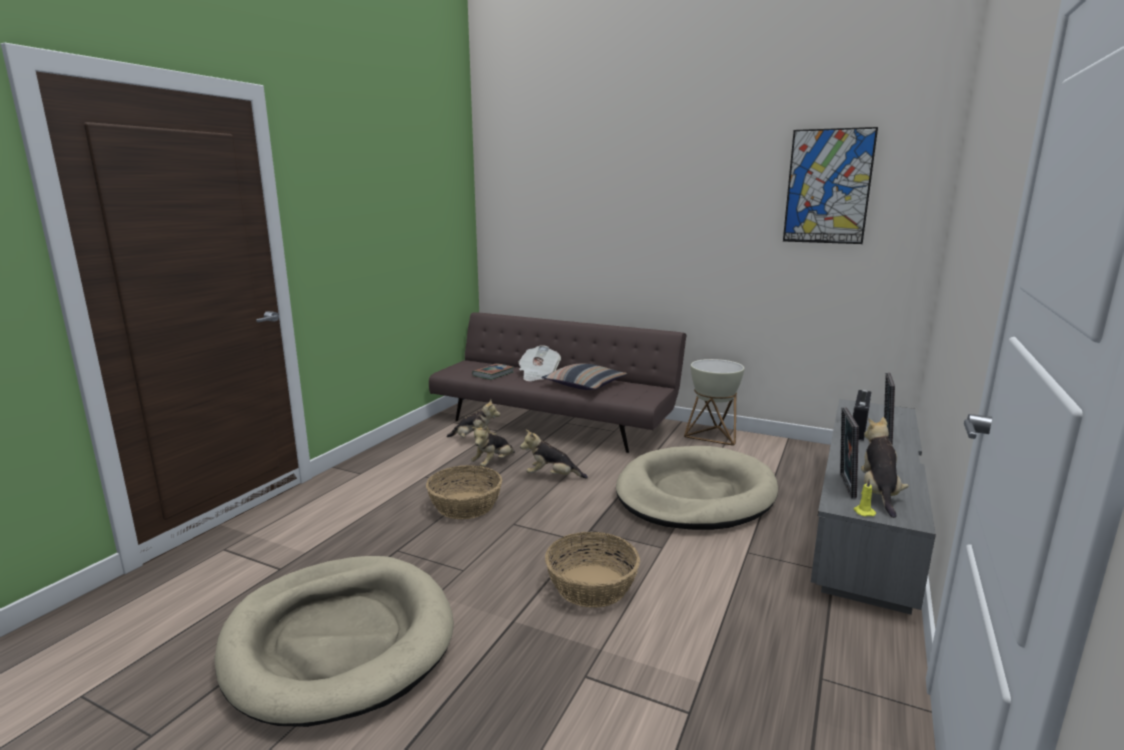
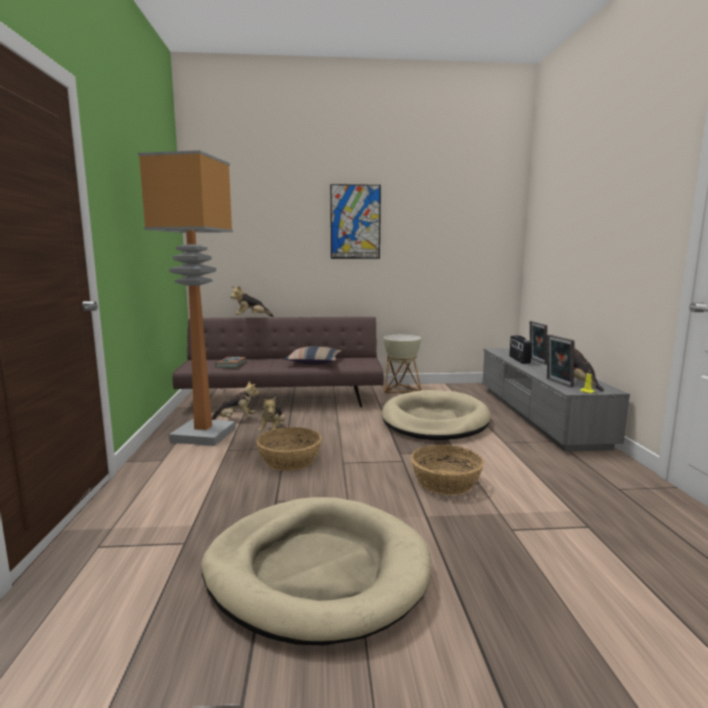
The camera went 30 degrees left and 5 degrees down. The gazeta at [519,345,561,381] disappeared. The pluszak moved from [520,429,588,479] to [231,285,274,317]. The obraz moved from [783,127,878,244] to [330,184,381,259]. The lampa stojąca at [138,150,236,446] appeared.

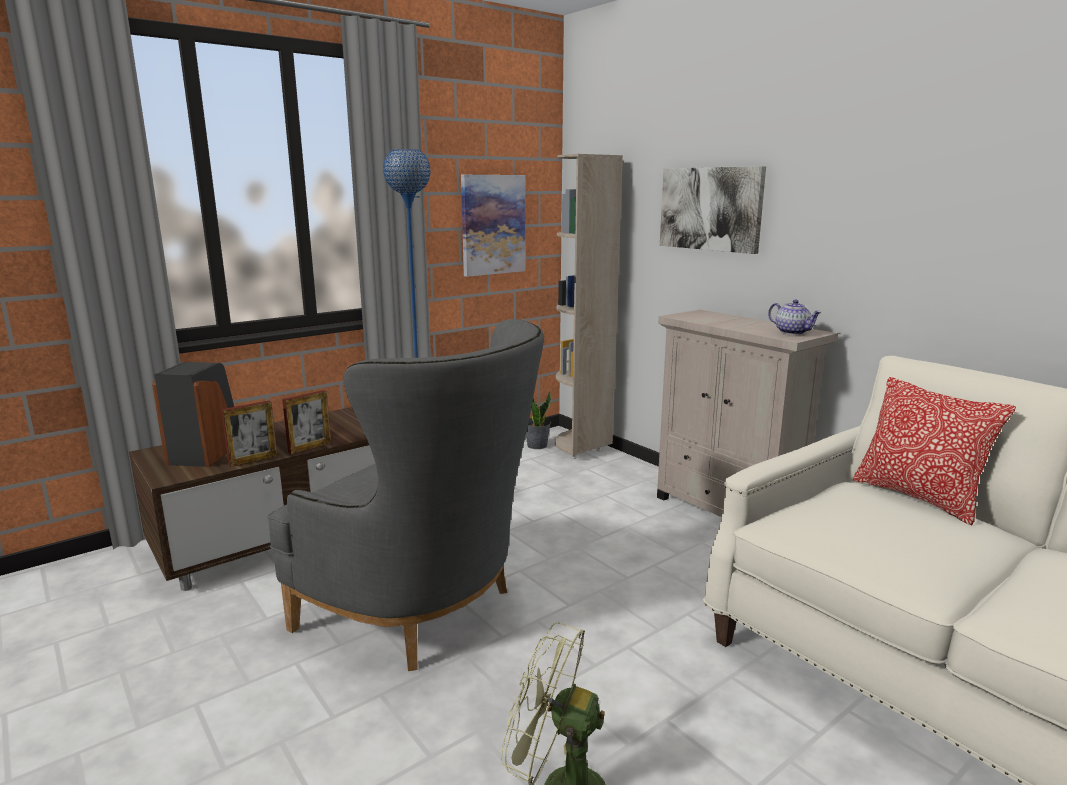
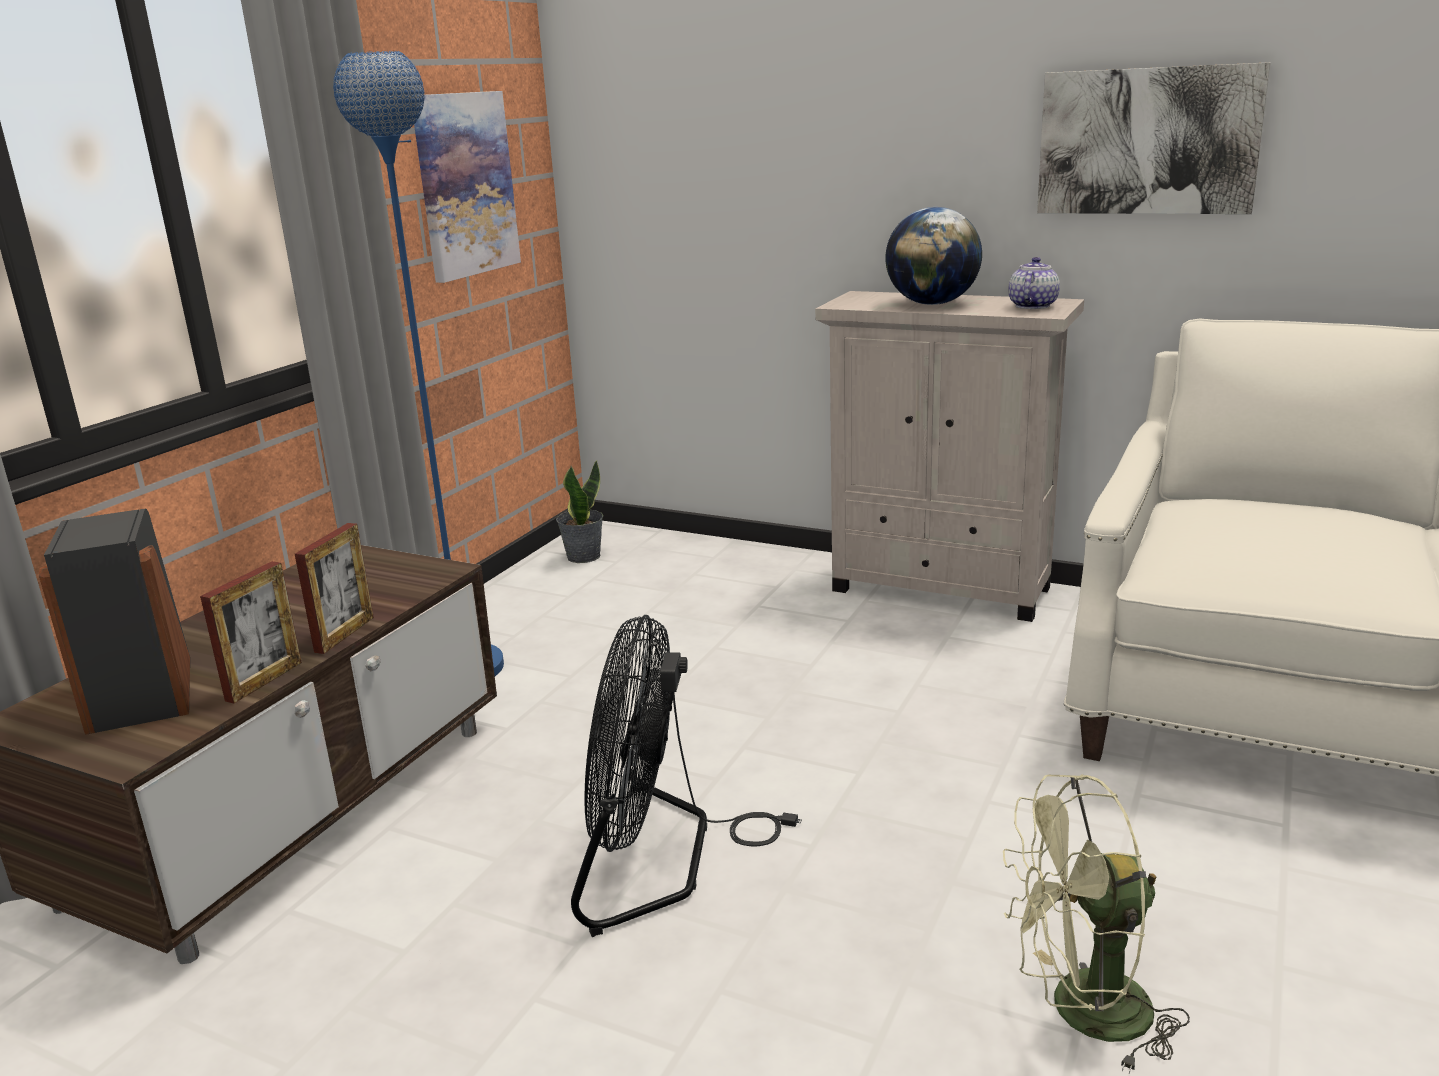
The camera went 25 degrees left and 5 degrees up. The fotel [szary] at [267,319,544,671] was replaced by the wentylator [czarny] at [571,615,802,937]. The regał [beżowy] at [555,154,623,459] disappeared. The obraz moved from [660,166,766,254] to [1037,62,1271,214]. The imbryk at [768,300,822,335] turned 90 degrees counterclockwise. The poduszka at [853,377,1016,525] disappeared. The globus at [885,207,982,305] appeared.

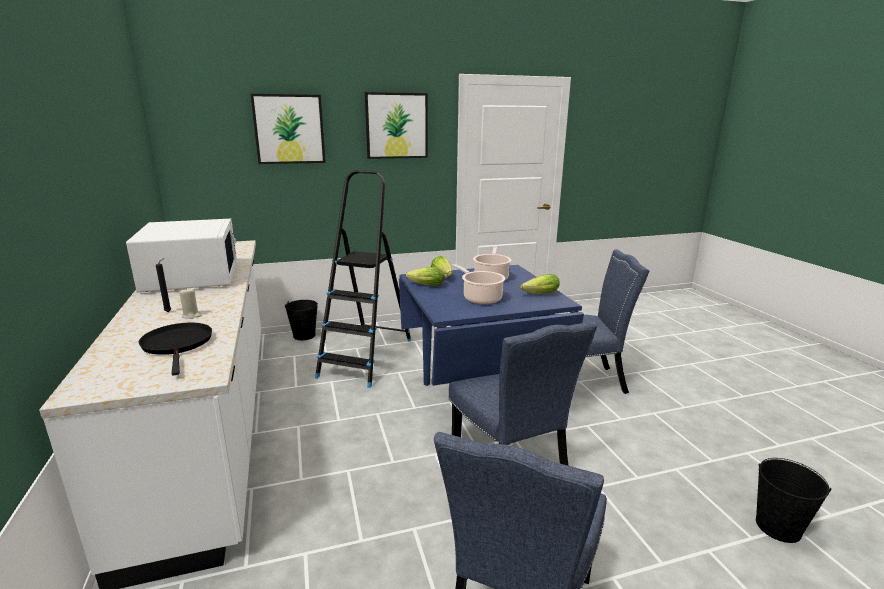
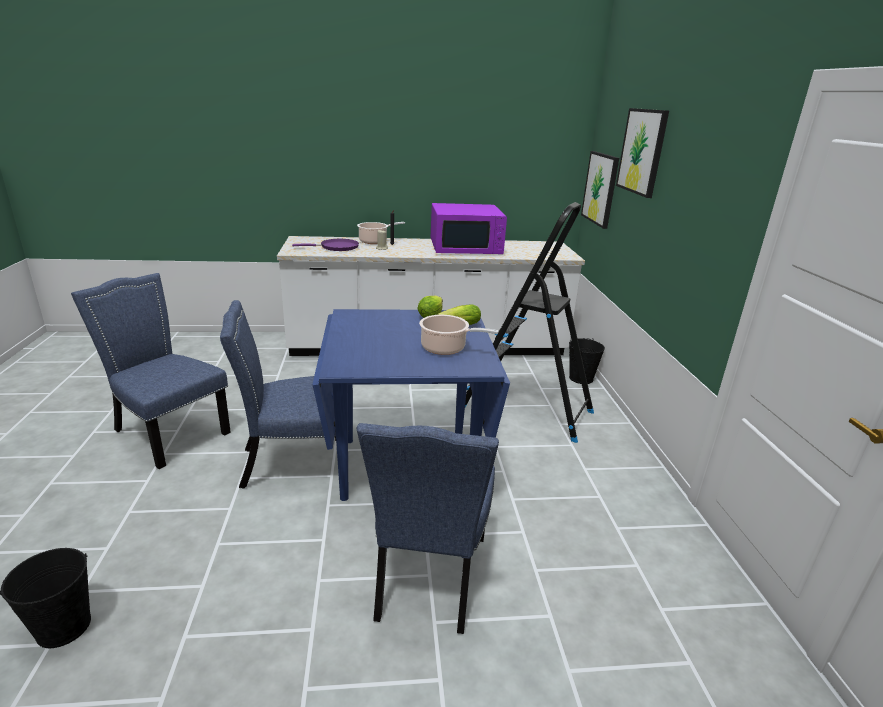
The camera went 100 degrees right and 5 degrees up. The mikrofalówka [biały] at [126,219,237,292] became the mikrofalówka [fioletowy] at [431,203,507,254]. The patelnia [czarny] at [139,323,212,376] became the patelnia [fioletowy] at [292,239,359,251]. The obraz moved from [365,92,428,159] to [581,151,619,229]. The garnek moved from [452,264,505,304] to [357,222,405,244]. The sałata at [520,274,560,294] disappeared.

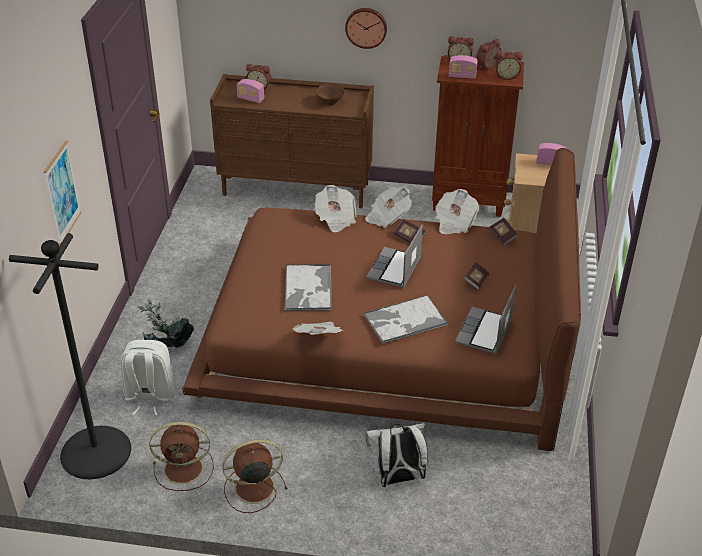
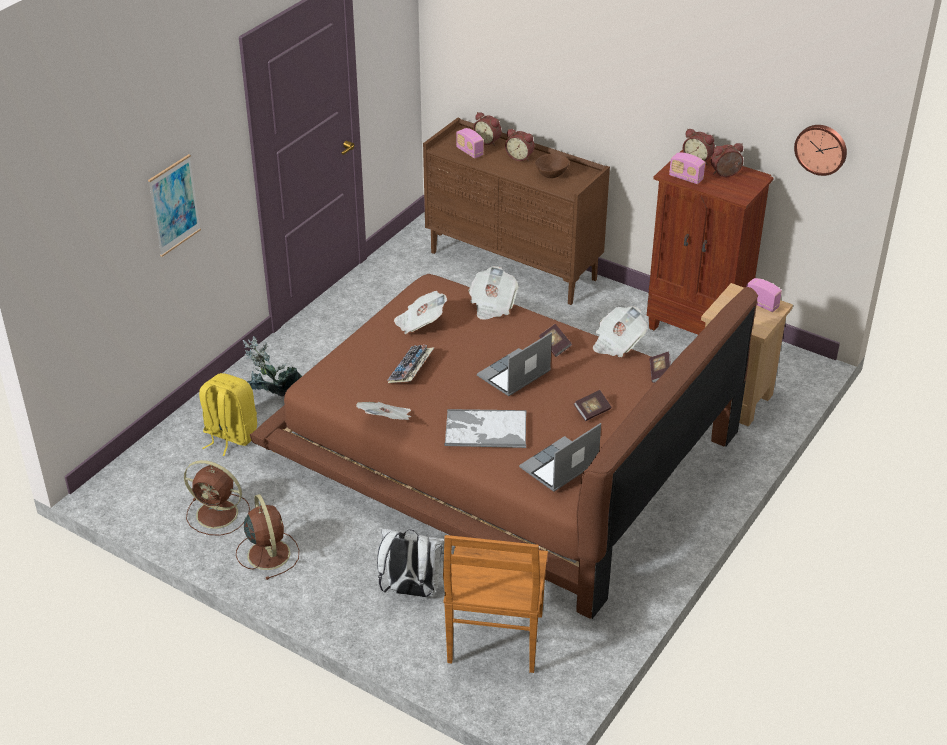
The camera went 25 degrees right and 0 degrees up. The wieszak [czarny] at [9,233,131,479] disappeared. The plecak [biały] at [121,340,175,416] became the plecak [żółty] at [199,373,257,456]. The wentylator [brązowy] at [222,440,288,513] turned 60 degrees clockwise. The taca at [285,264,332,311] was replaced by the klawiatura at [387,344,435,383]. The zegar ścienny moved from [345,8,387,49] to [794,125,847,176]. The gazeta moved from [365,187,412,228] to [394,291,447,334]. The budzik moved from [496,51,523,80] to [505,129,535,161]. The krzesło [brązowy] at [443,535,548,673] appeared.

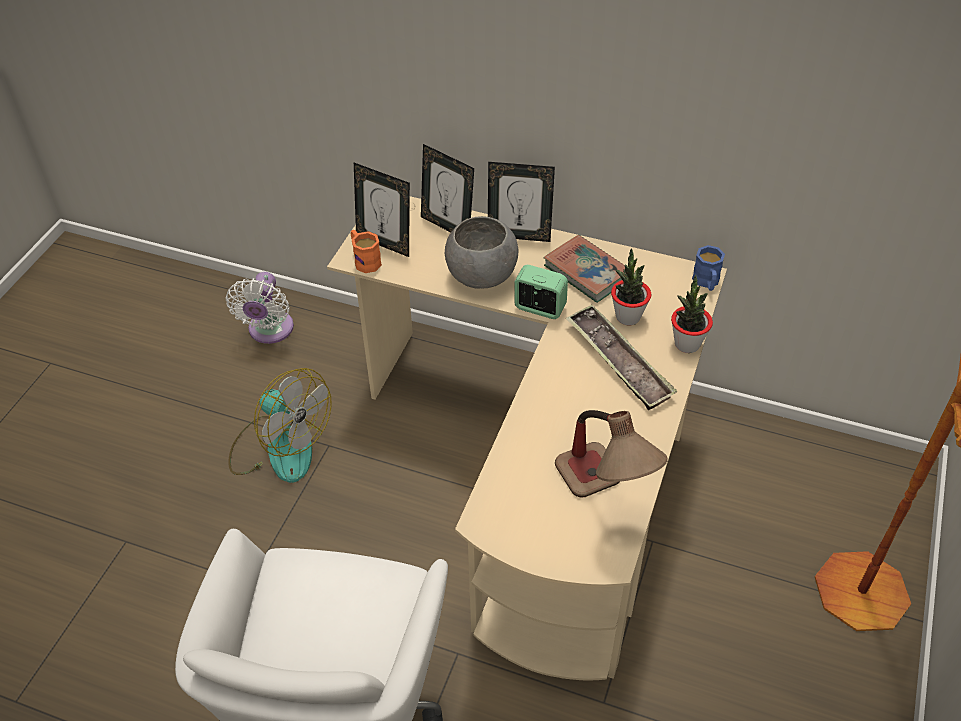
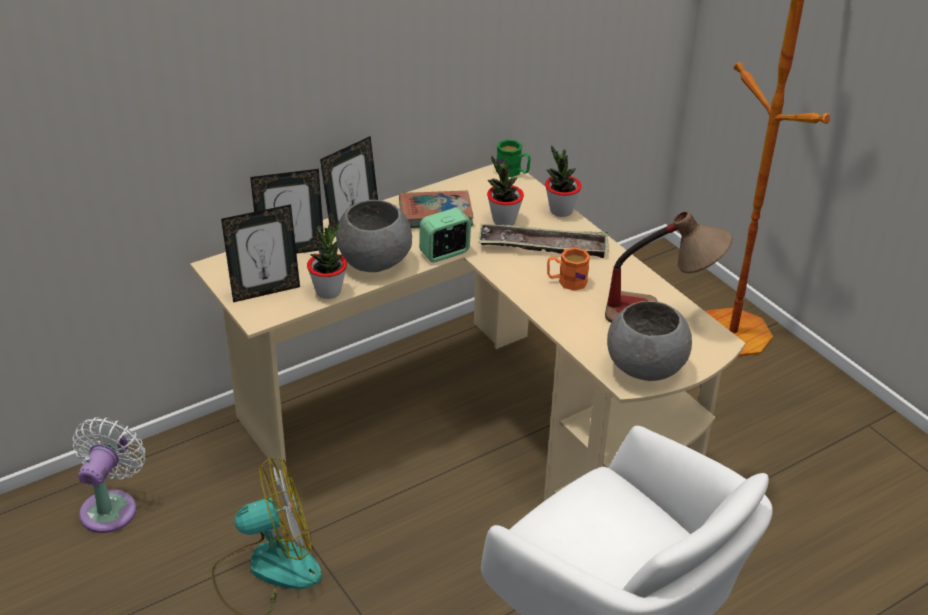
The camera went 55 degrees left and 10 degrees down. The wentylator [biały] at [226,272,294,344] turned 120 degrees counterclockwise. The kubek [pomarańczowy] moved from [351,230,382,273] to [547,247,590,291]. The kubek [niebieski] at [692,245,725,291] became the kubek [zielony] at [496,139,531,177]. The roślina doniczkowa at [307,221,347,299] appeared. The miska [szary] at [607,301,692,381] appeared.

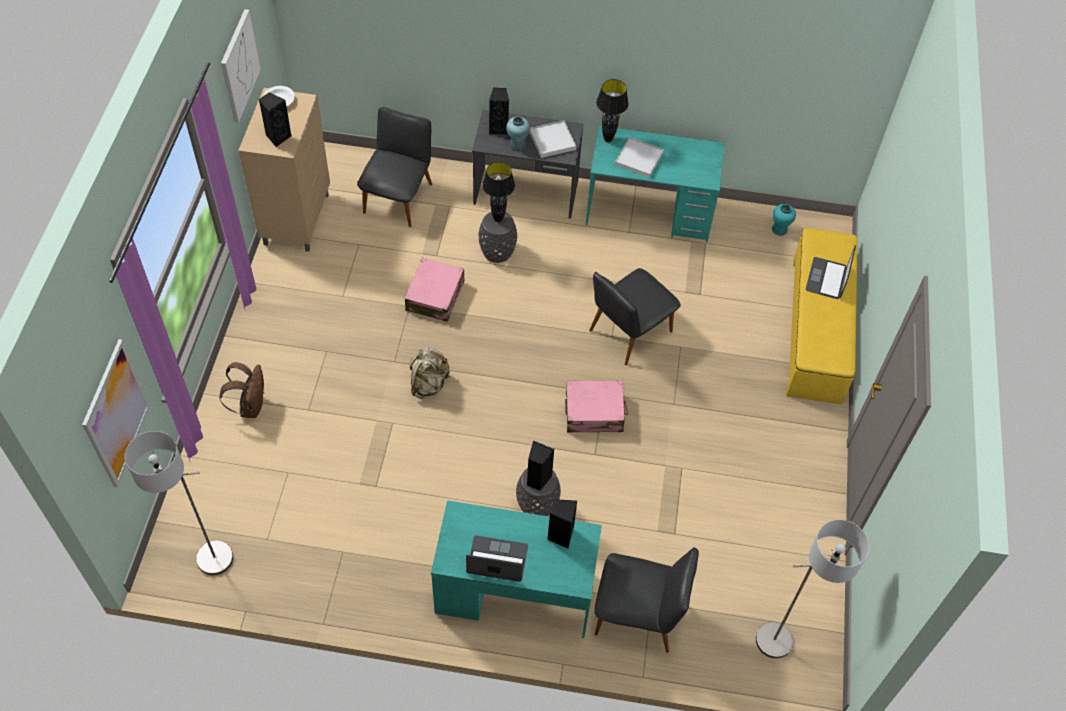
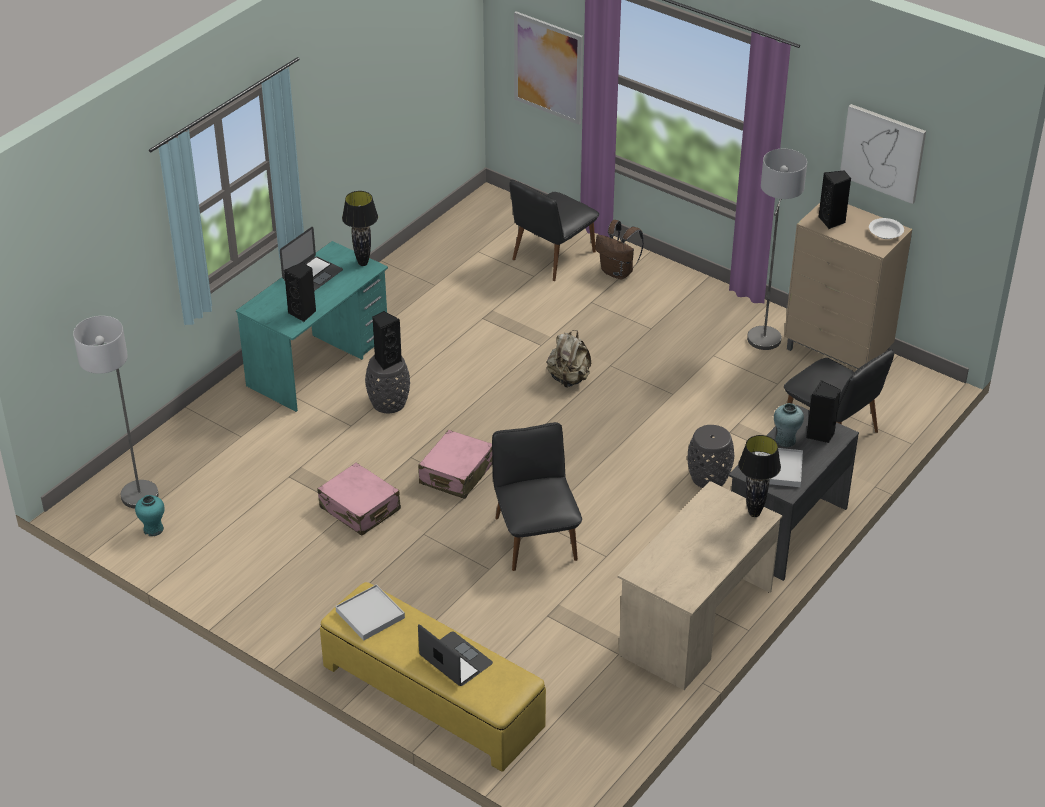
The camera went 120 degrees right and 15 degrees down. The lampa stojąca [szary] moved from [125,431,233,575] to [747,149,807,350]. The walizka [różowy] moved from [405,258,464,322] to [317,463,401,536]. The lampa stołowa [czarny] moved from [482,162,515,222] to [342,191,378,266]. The biurko [turkusowy] at [586,125,725,242] became the biurko [beżowy] at [618,481,782,690]. The krzesło [czarny] moved from [595,547,699,653] to [509,180,599,281]. The taca [biały] moved from [615,137,664,178] to [335,584,405,641]. The wazon [turkusowy] moved from [772,204,796,236] to [135,495,165,536].

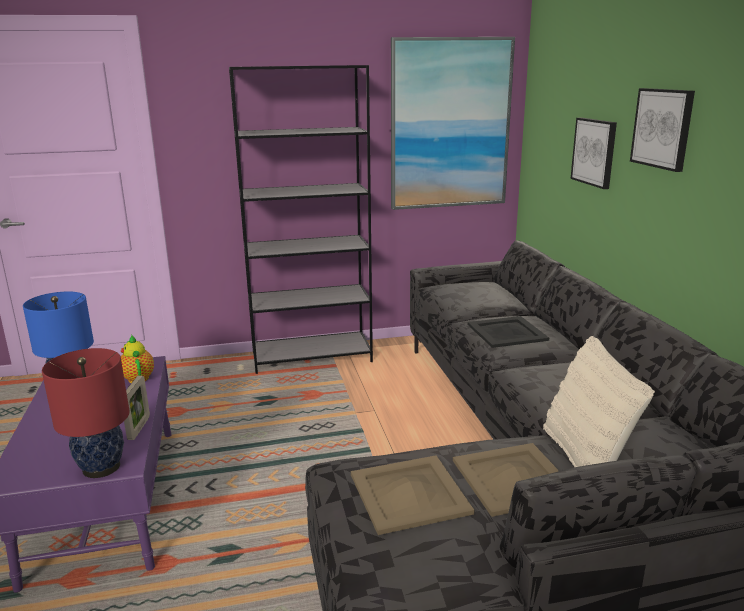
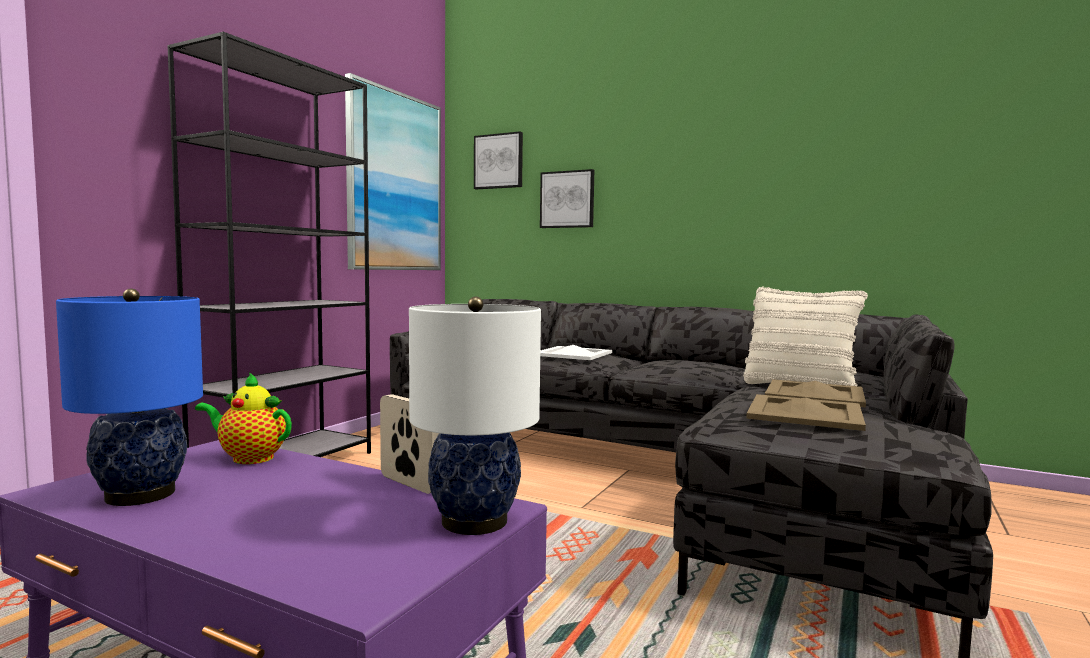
The camera went 50 degrees left and 15 degrees down. The lampa stołowa [czerwony] at [42,348,129,478] became the lampa stołowa [biały] at [409,296,541,535]. The taca [czarny] at [468,316,549,348] became the taca [biały] at [540,345,612,360]. The obraz moved from [630,88,695,172] to [474,131,523,189].

